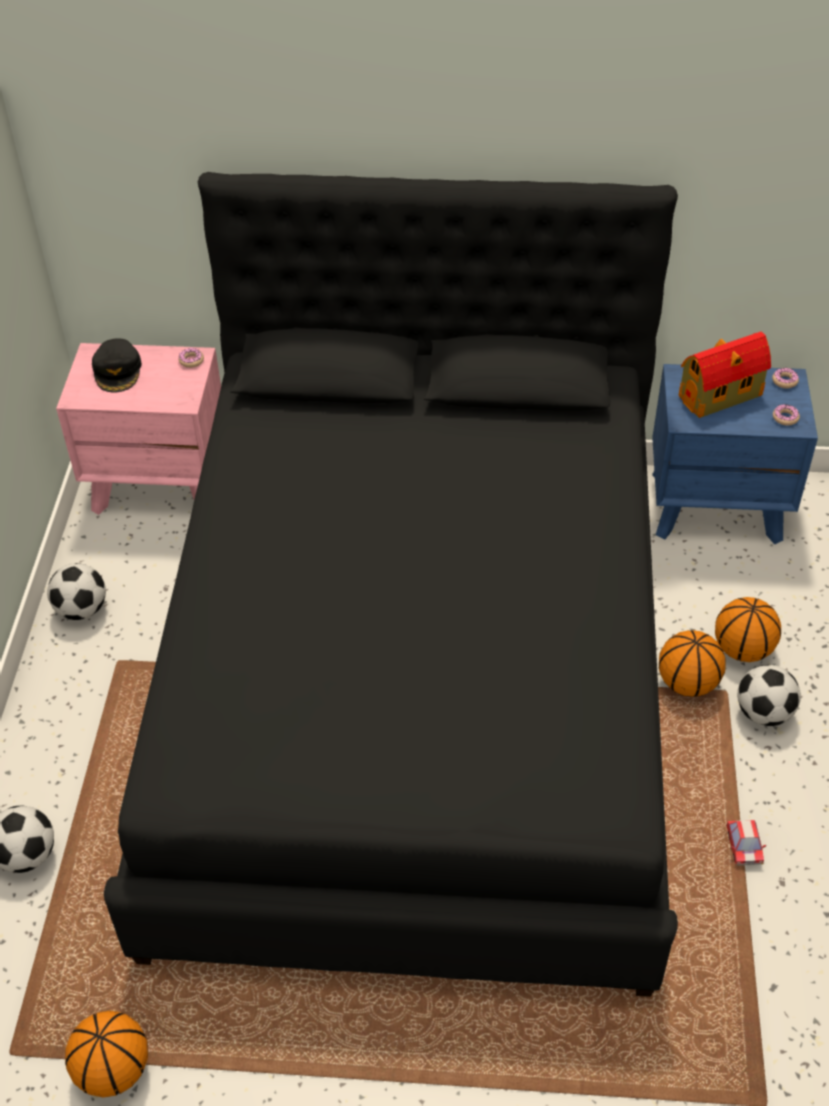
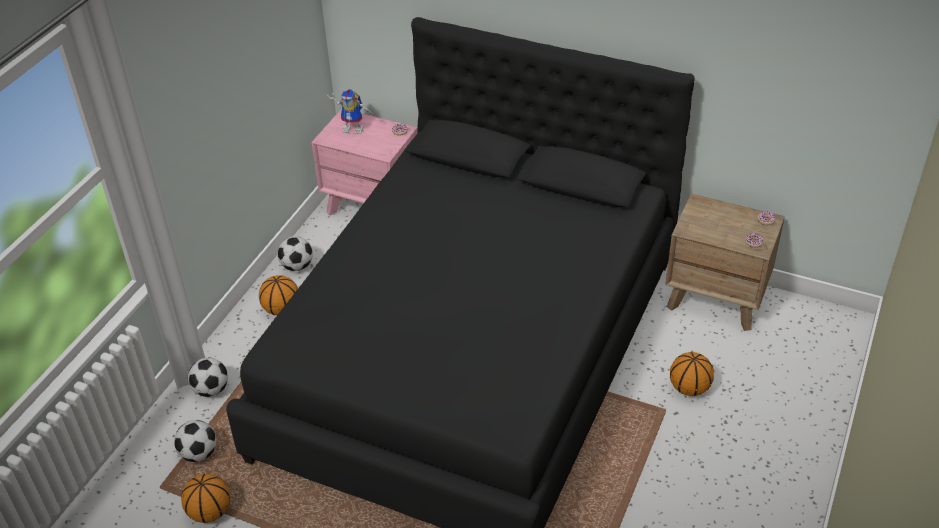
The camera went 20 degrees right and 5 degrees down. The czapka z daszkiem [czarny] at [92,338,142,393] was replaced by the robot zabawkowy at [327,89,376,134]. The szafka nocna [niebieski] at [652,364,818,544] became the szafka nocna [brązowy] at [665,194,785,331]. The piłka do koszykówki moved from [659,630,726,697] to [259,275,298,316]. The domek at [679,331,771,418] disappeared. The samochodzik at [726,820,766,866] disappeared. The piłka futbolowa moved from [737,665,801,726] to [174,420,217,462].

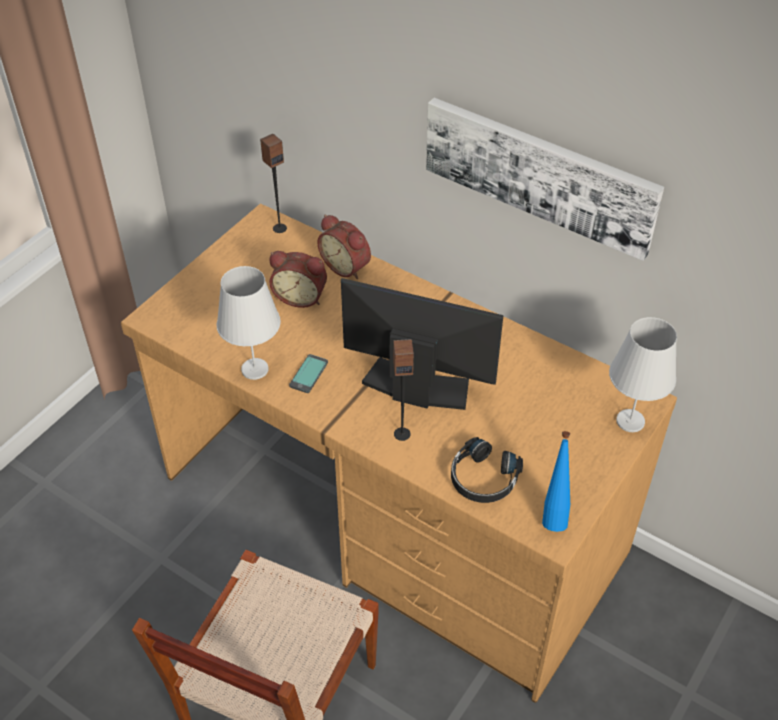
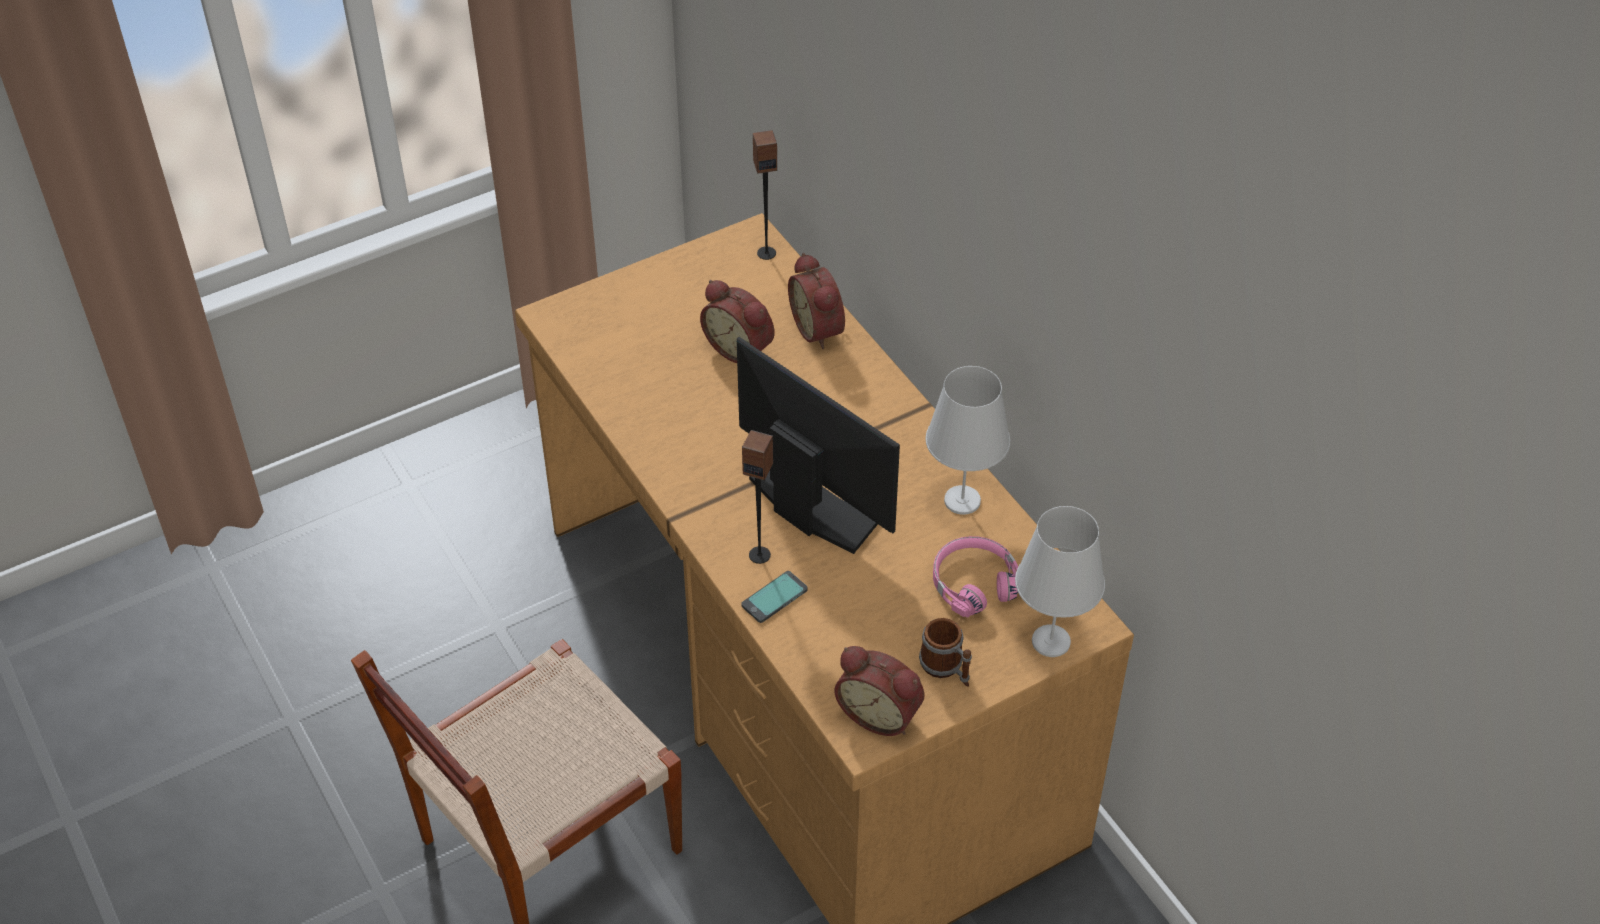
The camera went 25 degrees right and 0 degrees up. The lampa stołowa [biały] moved from [217,266,281,380] to [925,366,1010,515]. The telefon moved from [289,354,328,393] to [742,571,808,623]. The obraz at [426,98,664,261] disappeared. The słuchawki [czarny] at [451,437,523,503] disappeared. The butelka [niebieski] at [542,431,570,532] was replaced by the budzik at [835,646,925,736]. The kubek at [919,618,972,687] appeared. The słuchawki [różowy] at [933,536,1020,617] appeared.

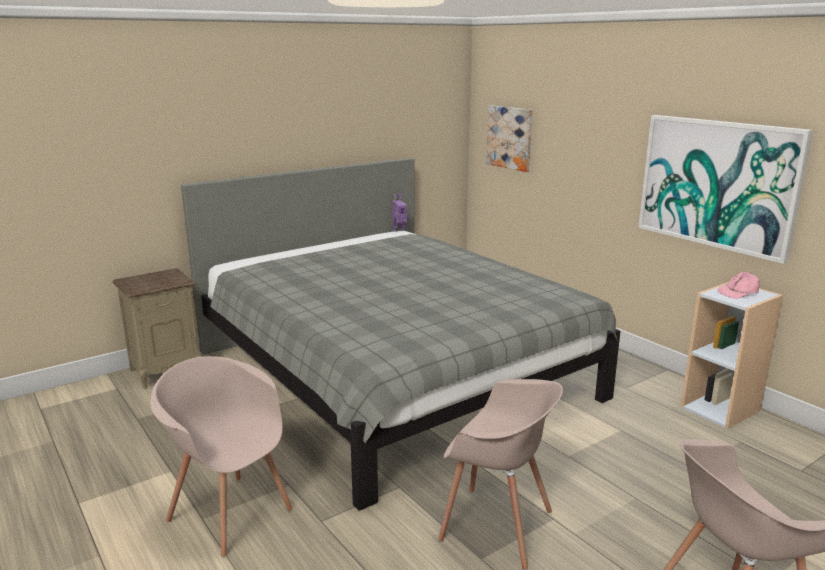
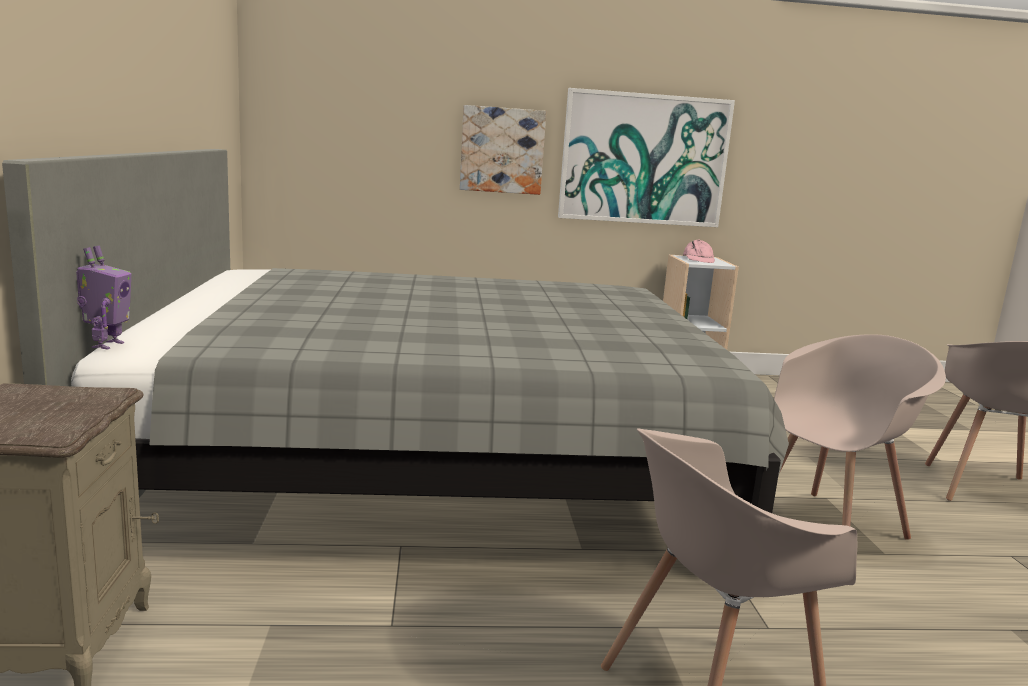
The camera went 60 degrees left and 5 degrees down. The robot zabawkowy moved from [392,193,407,232] to [76,245,131,350]. The obraz moved from [486,105,533,172] to [460,105,546,195].

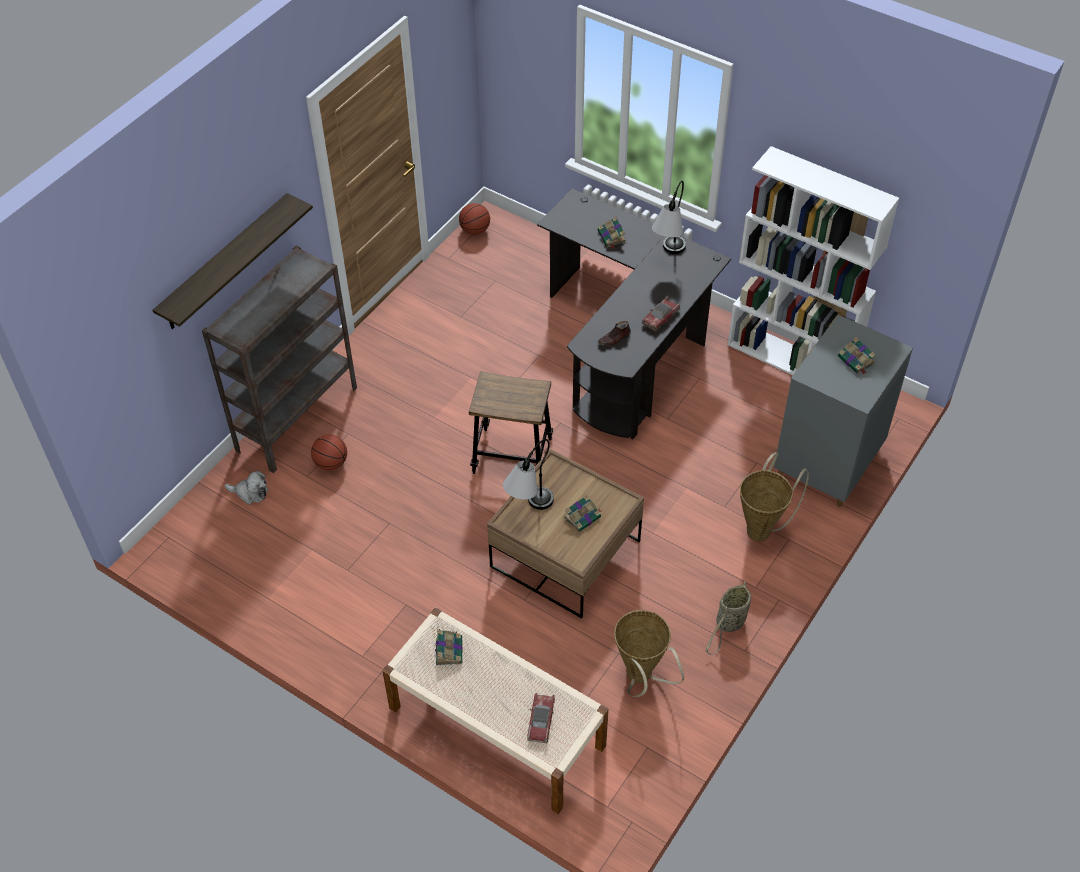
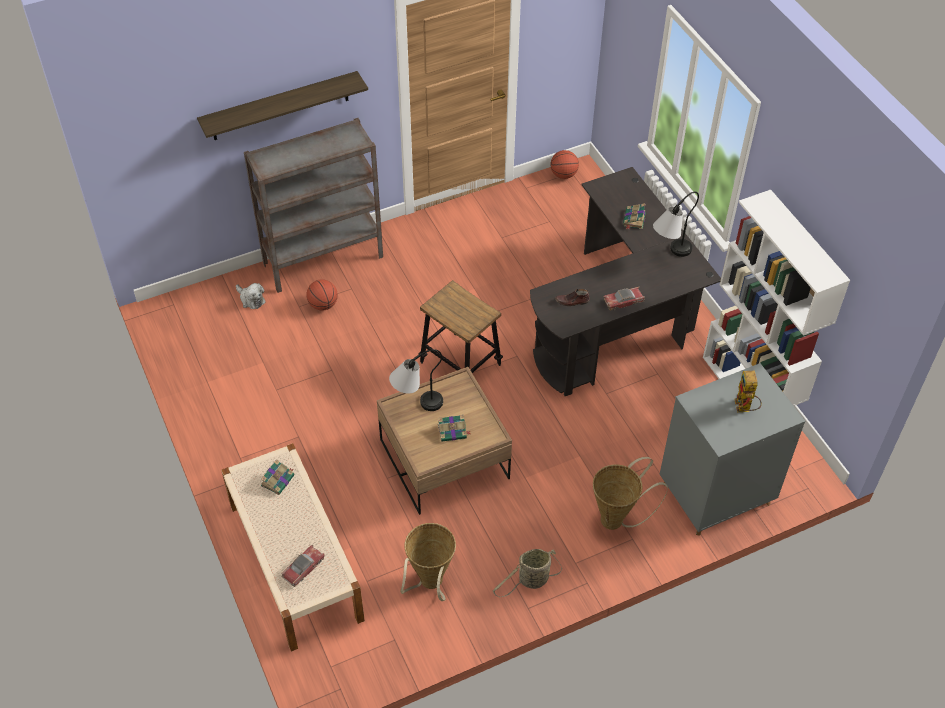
The camera went 30 degrees right and 0 degrees up. The książka at [838,337,876,374] was replaced by the robot zabawkowy at [734,371,762,412].

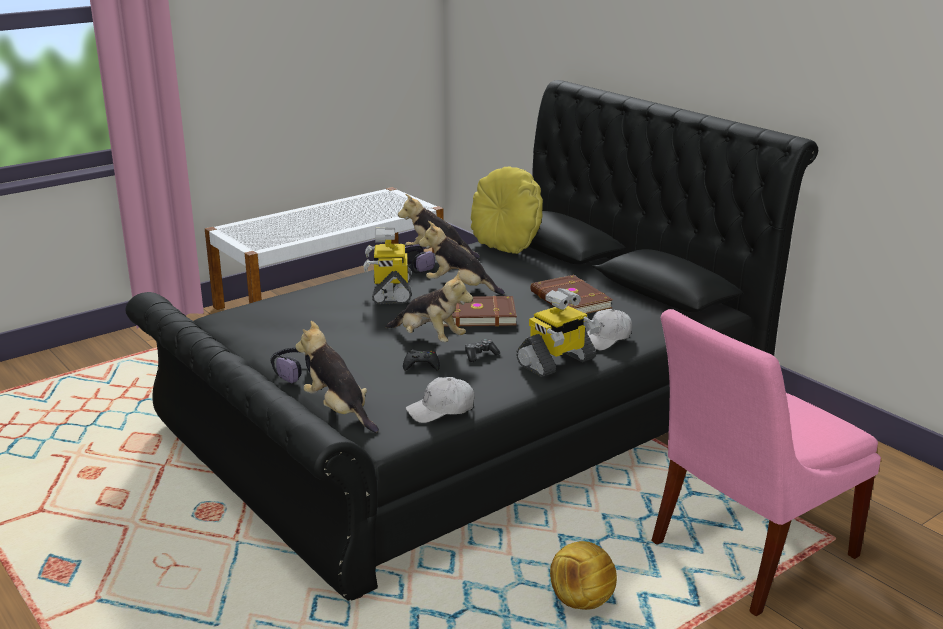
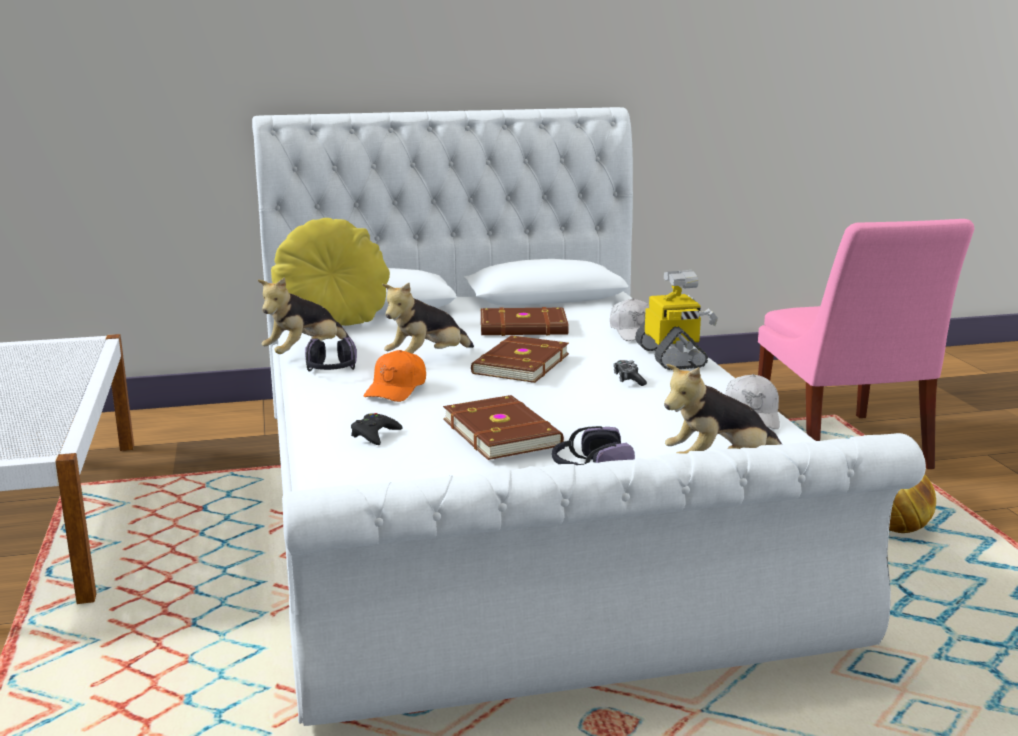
The camera went 65 degrees left and 5 degrees down. The łóżko [czarny] at [125,80,818,601] became the łóżko [biały] at [252,107,926,726]. The robot zabawkowy at [363,227,411,304] was replaced by the czapka z daszkiem [pomarańczowy] at [364,350,426,402]. The pluszak at [385,271,473,342] disappeared. The pad do gier [czarny] moved from [403,349,440,371] to [351,413,403,445]. The książka [brązowy] at [443,395,564,460] appeared.

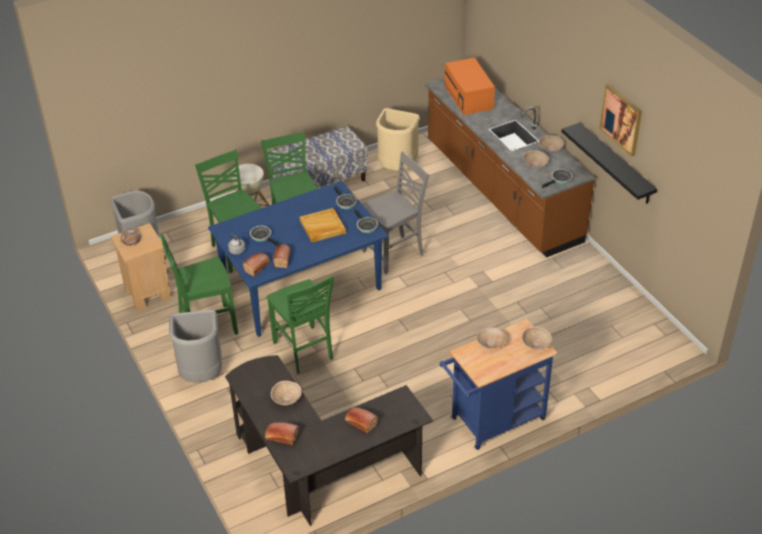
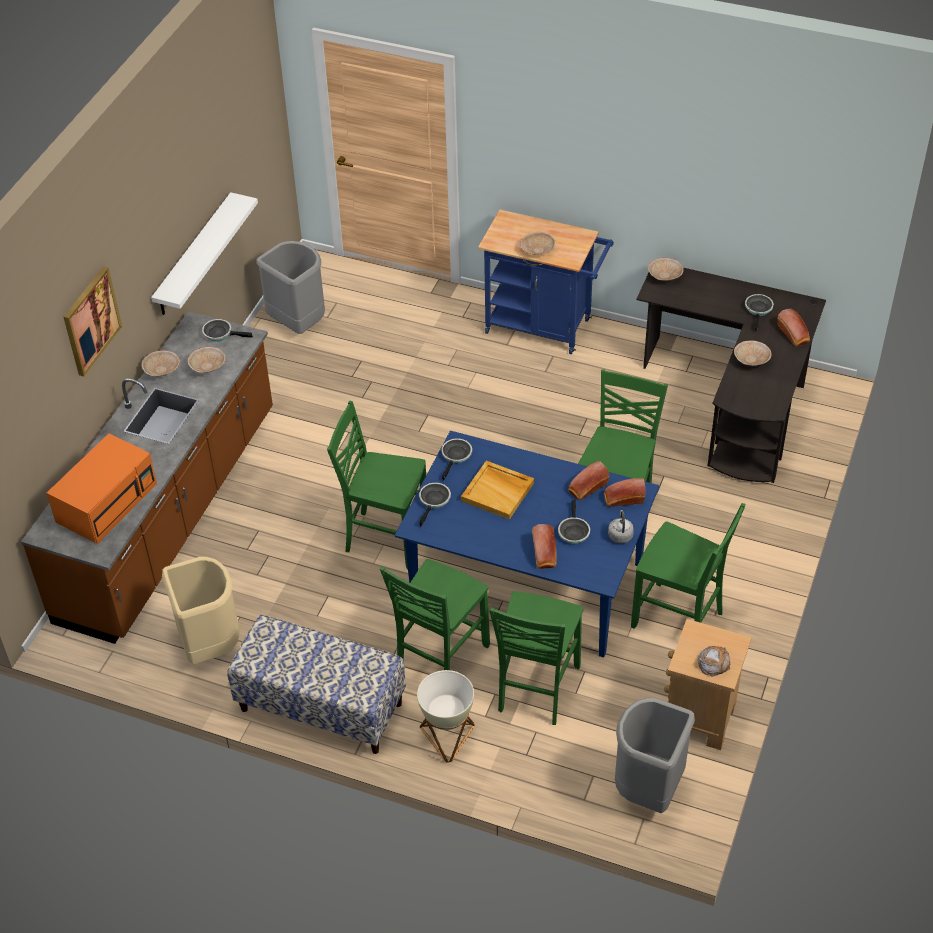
The camera went 130 degrees left and 5 degrees up. The kosz na śmieci [szary] moved from [169,310,222,383] to [256,241,325,334]. The chleb moved from [345,408,378,434] to [532,524,557,569]. The krzesło [szary] at [362,151,429,274] became the krzesło [zielony] at [327,401,426,569]. The miska [beżowy] moved from [522,327,552,350] to [648,258,684,281]. The półka [czarny] at [562,122,657,204] became the półka [biały] at [151,192,258,315]. The obraz moved from [599,84,642,157] to [64,266,122,376]. The patelnia at [745,294,774,331] appeared.

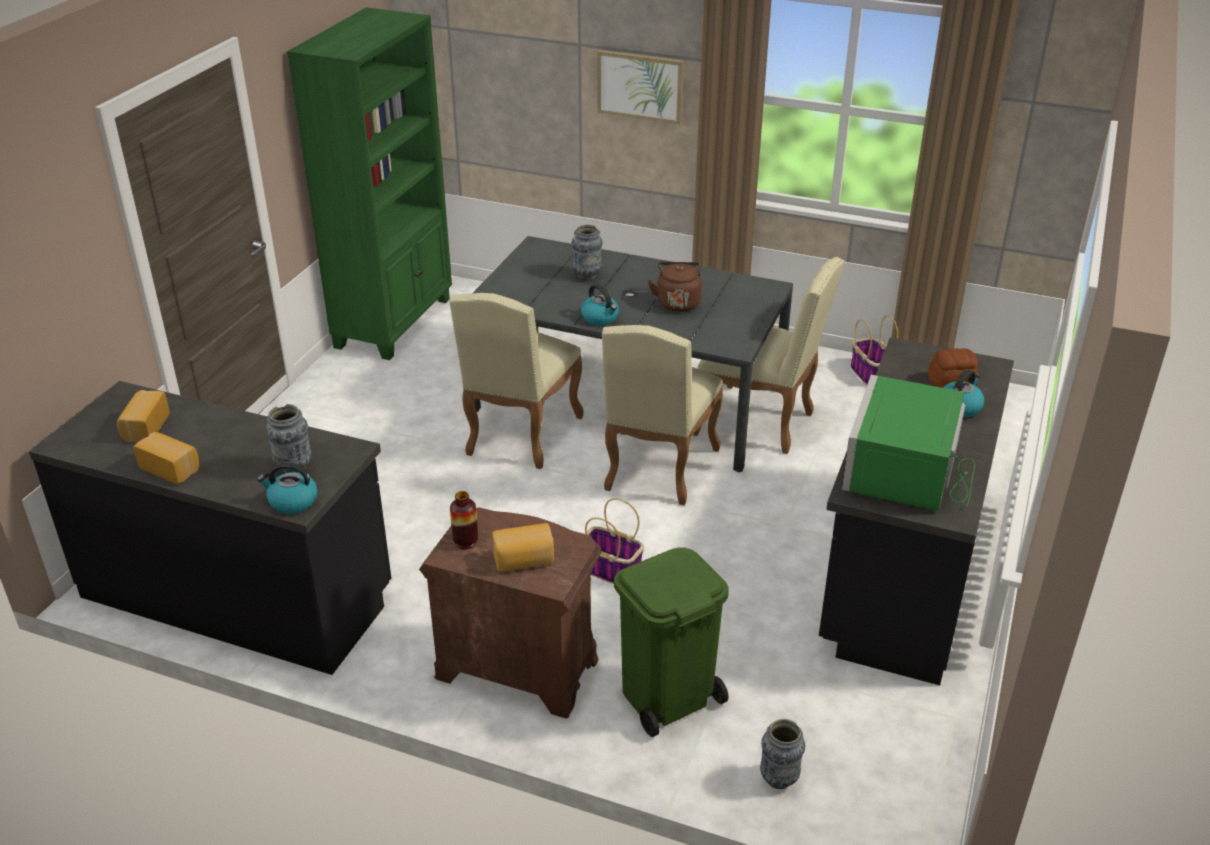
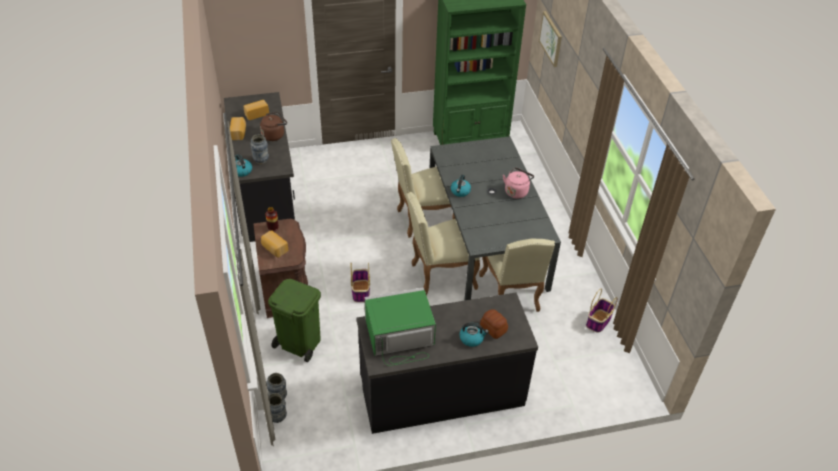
The camera went 55 degrees right and 10 degrees up. The wazon moved from [572,224,603,280] to [269,393,287,423]. The obraz moved from [597,50,684,124] to [539,11,562,67]. The czajnik [brązowy] moved from [648,262,702,312] to [260,112,287,141]. The czajnik [różowy] at [503,167,534,199] appeared.

